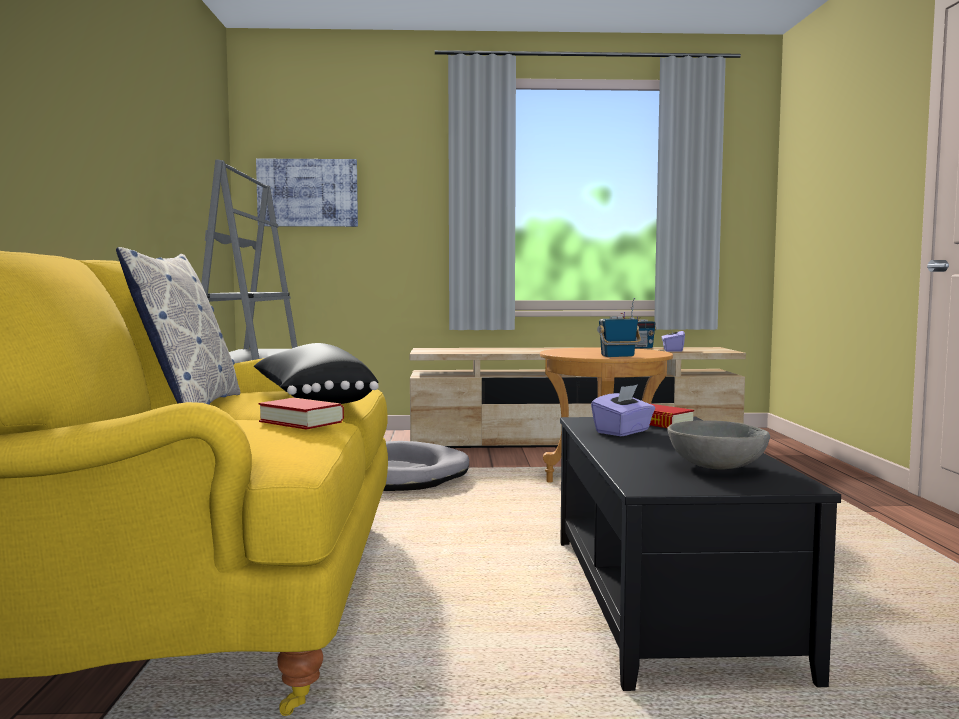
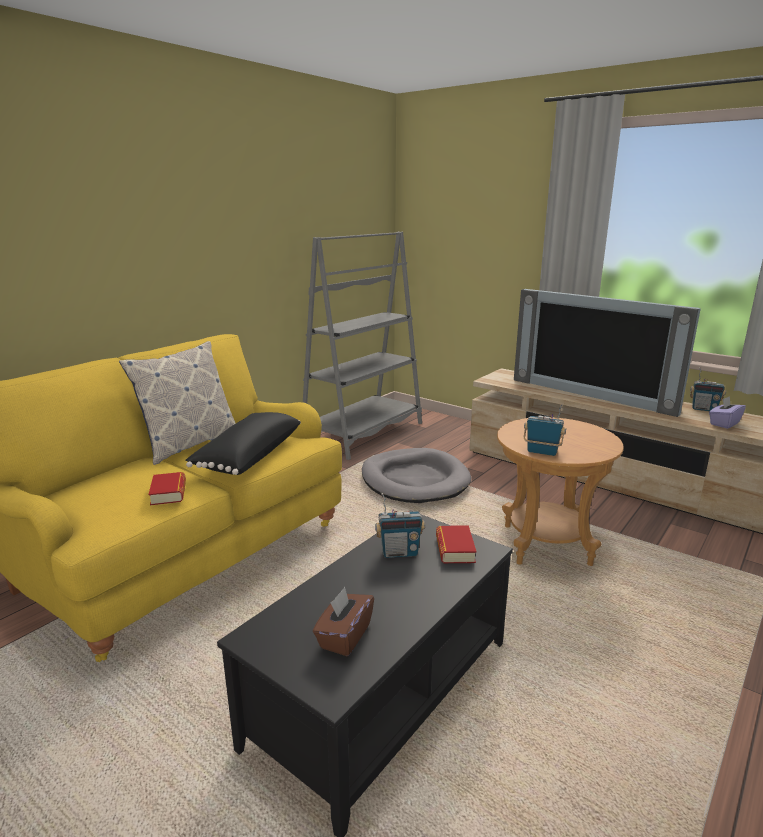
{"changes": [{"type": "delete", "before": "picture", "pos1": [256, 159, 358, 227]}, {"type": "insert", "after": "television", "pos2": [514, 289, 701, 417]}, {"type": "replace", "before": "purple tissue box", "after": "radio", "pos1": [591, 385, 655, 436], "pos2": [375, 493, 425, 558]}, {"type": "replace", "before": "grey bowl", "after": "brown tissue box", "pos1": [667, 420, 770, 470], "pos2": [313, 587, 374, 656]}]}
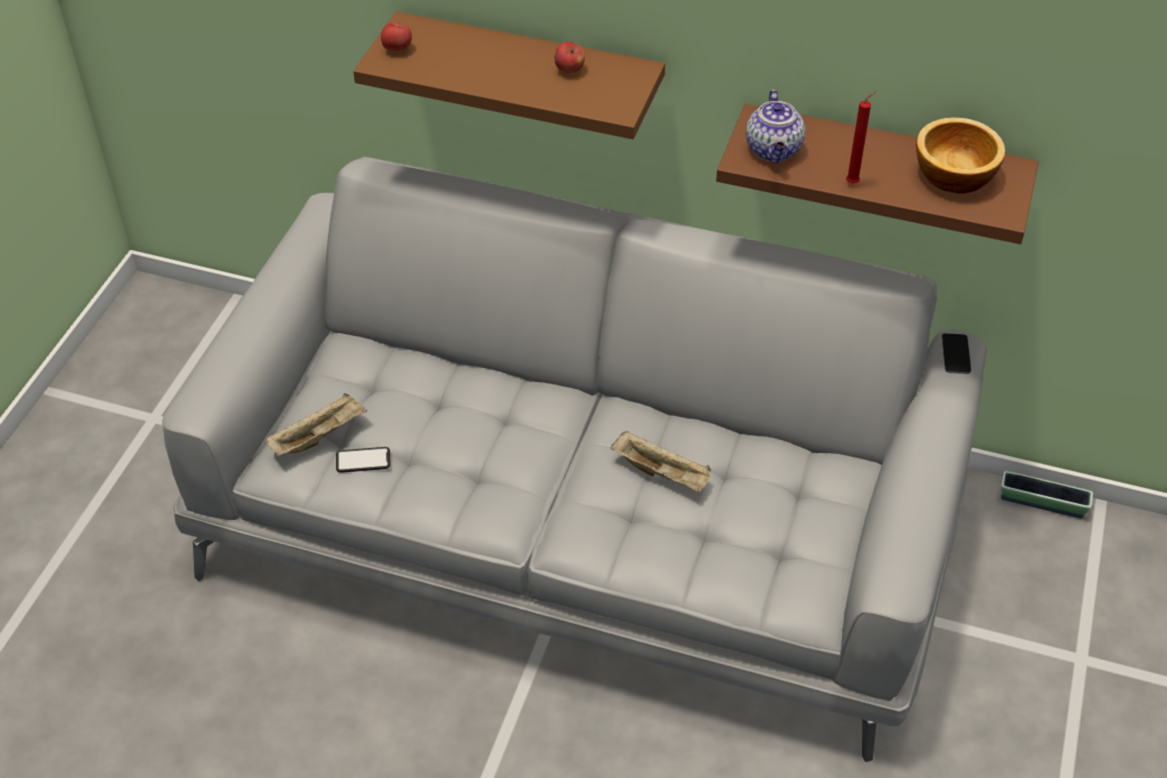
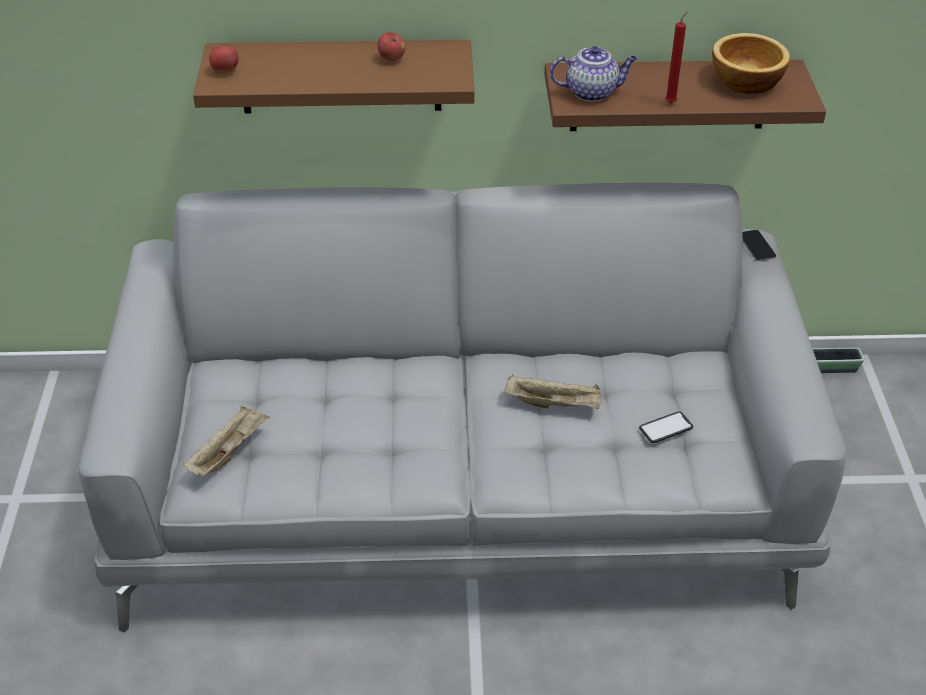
{"changes": [{"type": "move", "before": "phone", "pos1": [336, 447, 390, 473], "pos2": [639, 411, 693, 443]}, {"type": "rotate", "before": "teapot", "pos1": [746, 90, 805, 163], "pos2": [550, 46, 637, 102], "turn": -75}]}
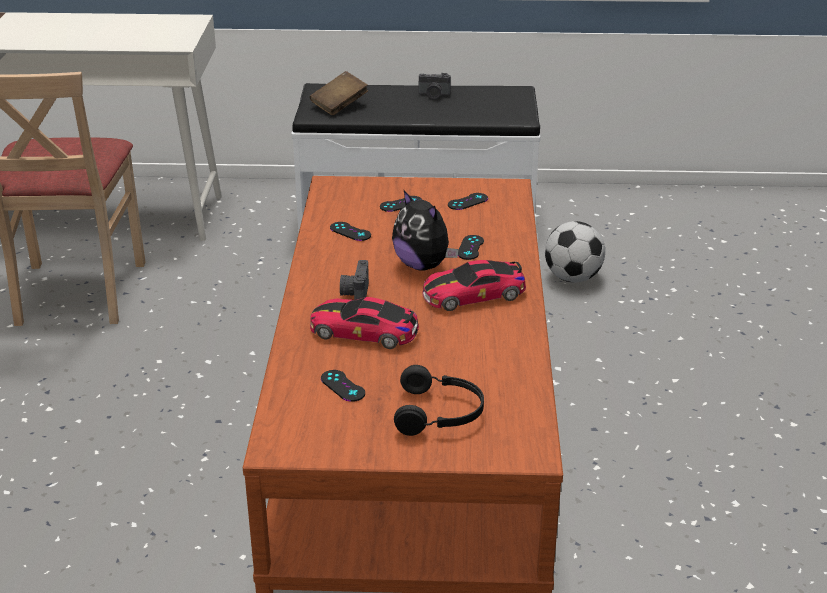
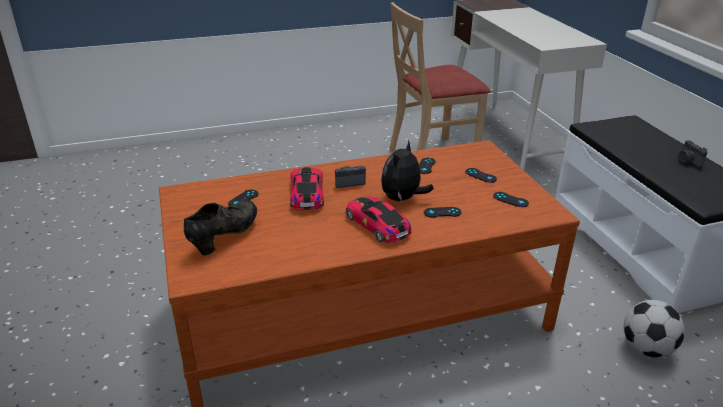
{"changes": [{"type": "delete", "before": "brown book", "pos1": [310, 71, 368, 115]}, {"type": "replace", "before": "black headphones", "after": "black shoe", "pos1": [394, 365, 484, 436], "pos2": [184, 200, 257, 256]}]}
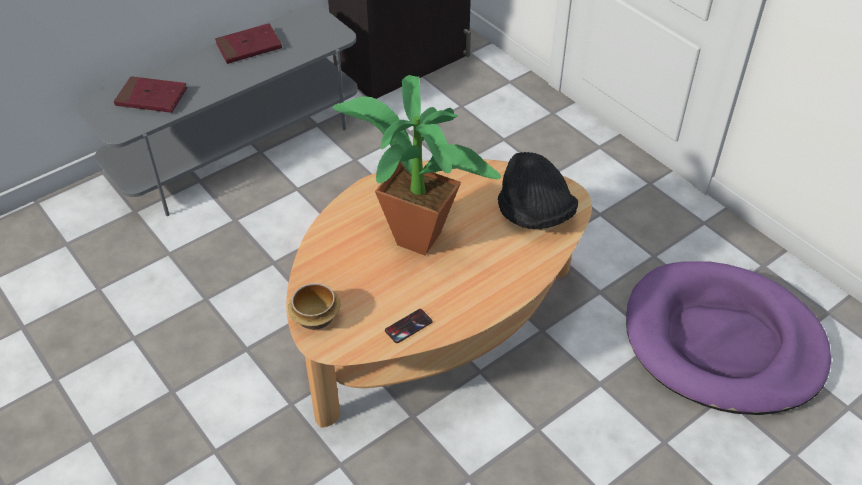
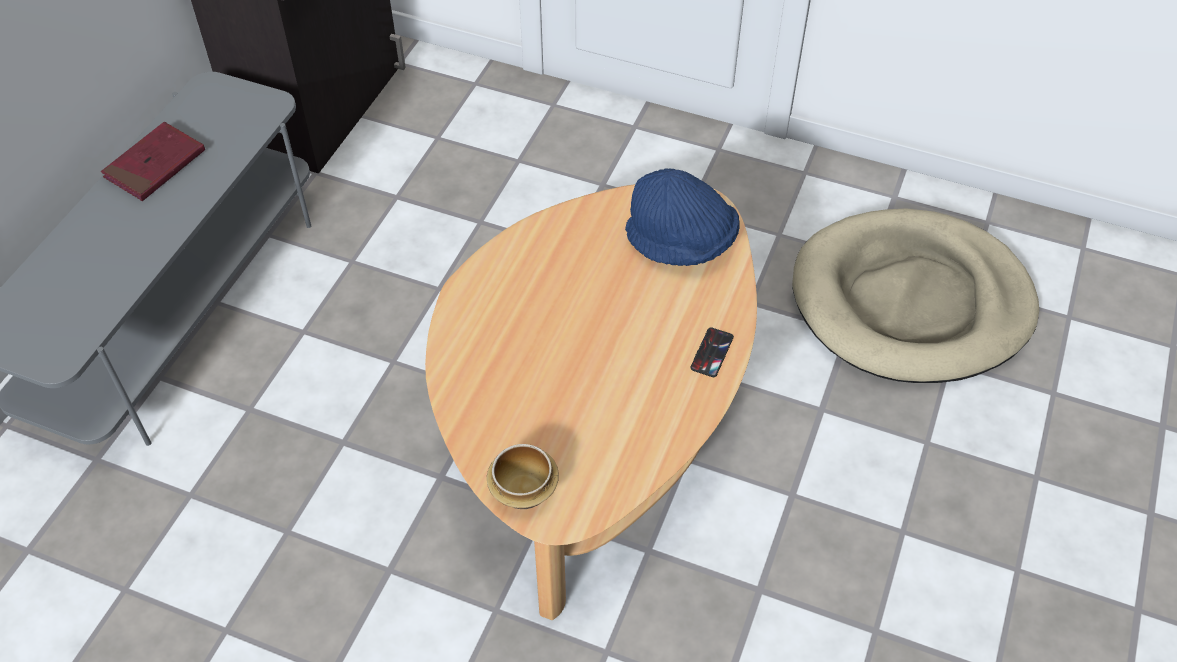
{"changes": [{"type": "delete", "before": "red book", "pos1": [114, 76, 188, 113]}, {"type": "delete", "before": "potted plant", "pos1": [333, 75, 501, 255]}, {"type": "move", "before": "phone", "pos1": [385, 309, 433, 343], "pos2": [690, 327, 734, 377]}, {"type": "recolor", "before": "black hat", "after": "blue hat", "pos1": [498, 152, 578, 229], "pos2": [625, 168, 740, 266]}, {"type": "recolor", "before": "purple dog bed", "after": "beige dog bed", "pos1": [626, 261, 831, 415], "pos2": [792, 208, 1039, 383]}]}
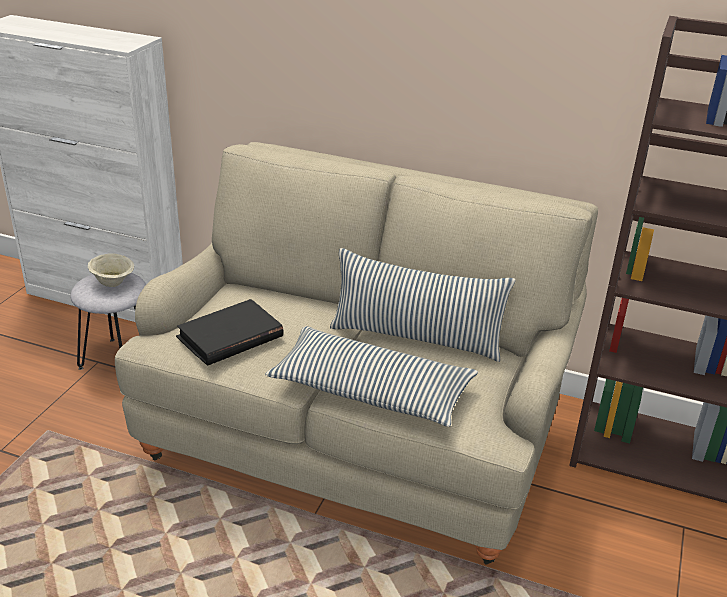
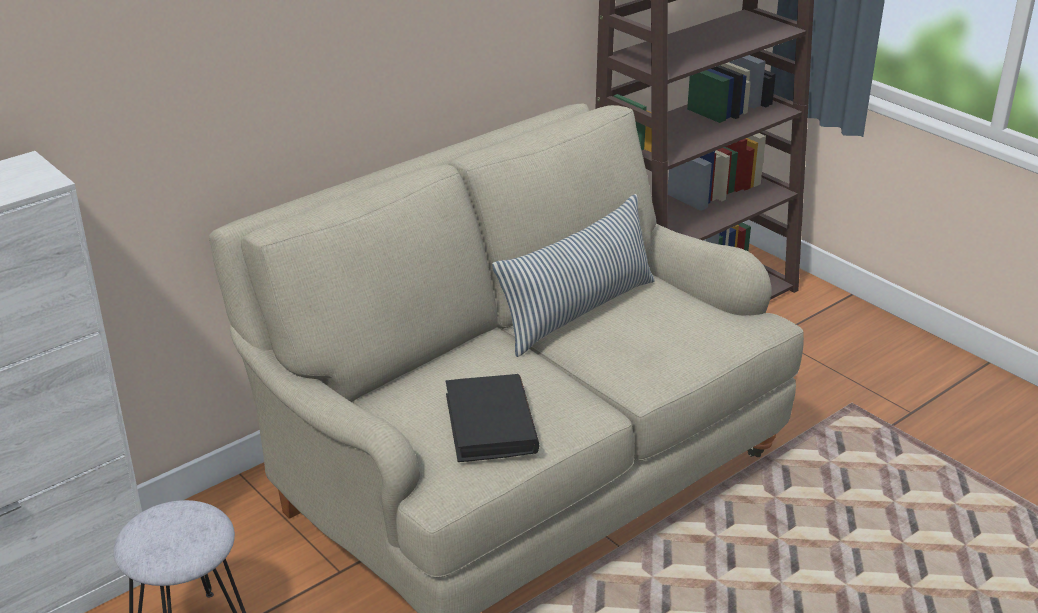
{"changes": [{"type": "delete", "before": "beige bowl", "pos1": [88, 254, 134, 287]}, {"type": "delete", "before": "pillow", "pos1": [265, 326, 478, 427]}]}
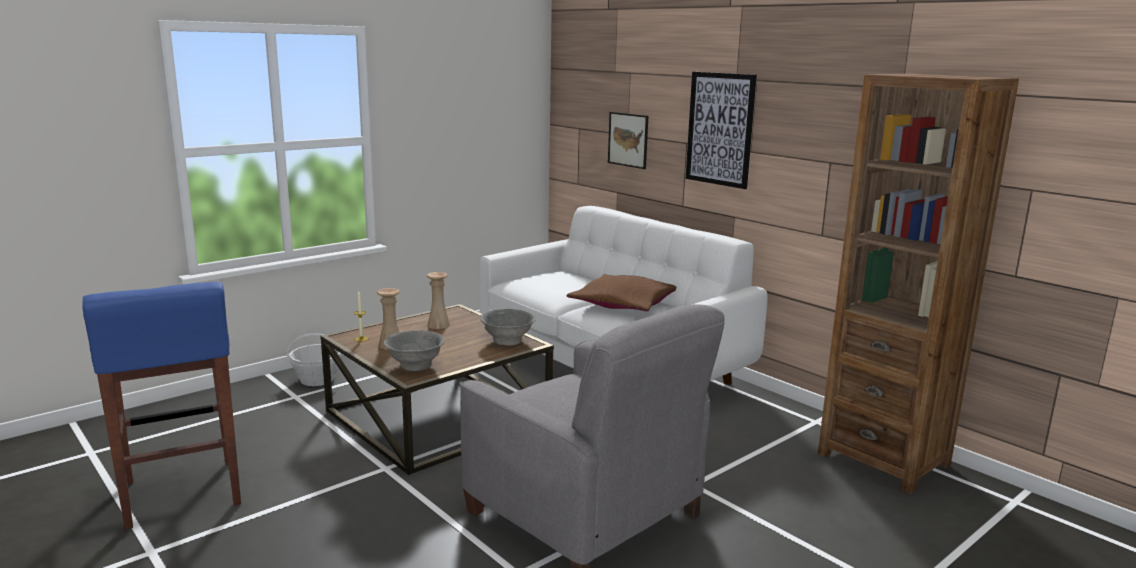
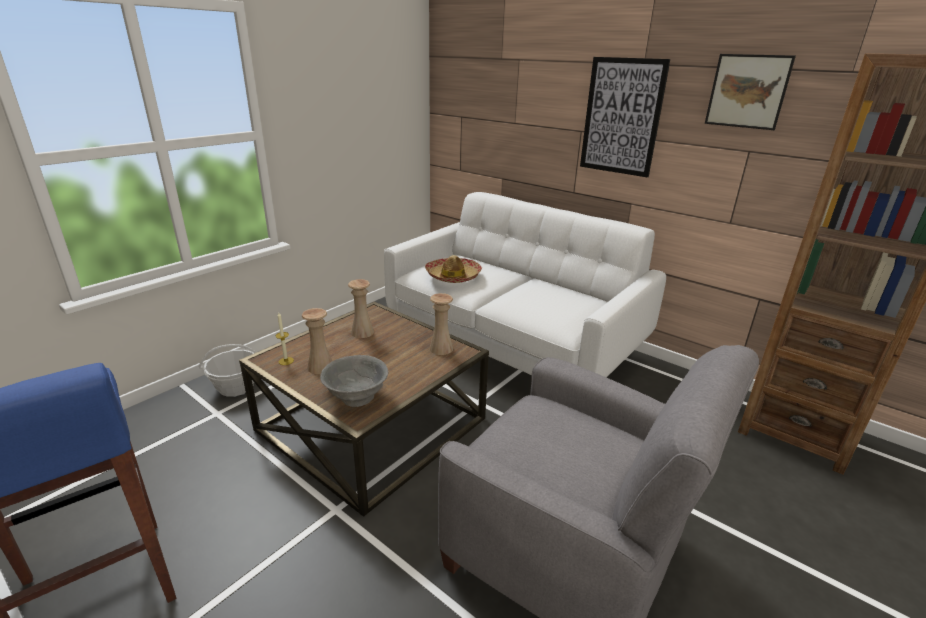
{"changes": [{"type": "delete", "before": "brown pillow", "pos1": [567, 274, 676, 311]}, {"type": "insert", "after": "hat", "pos2": [425, 255, 482, 283]}, {"type": "move", "before": "picture", "pos1": [608, 112, 648, 169], "pos2": [705, 54, 796, 130]}, {"type": "replace", "before": "grey bowl", "after": "beige vase", "pos1": [480, 308, 536, 346], "pos2": [429, 293, 453, 355]}]}
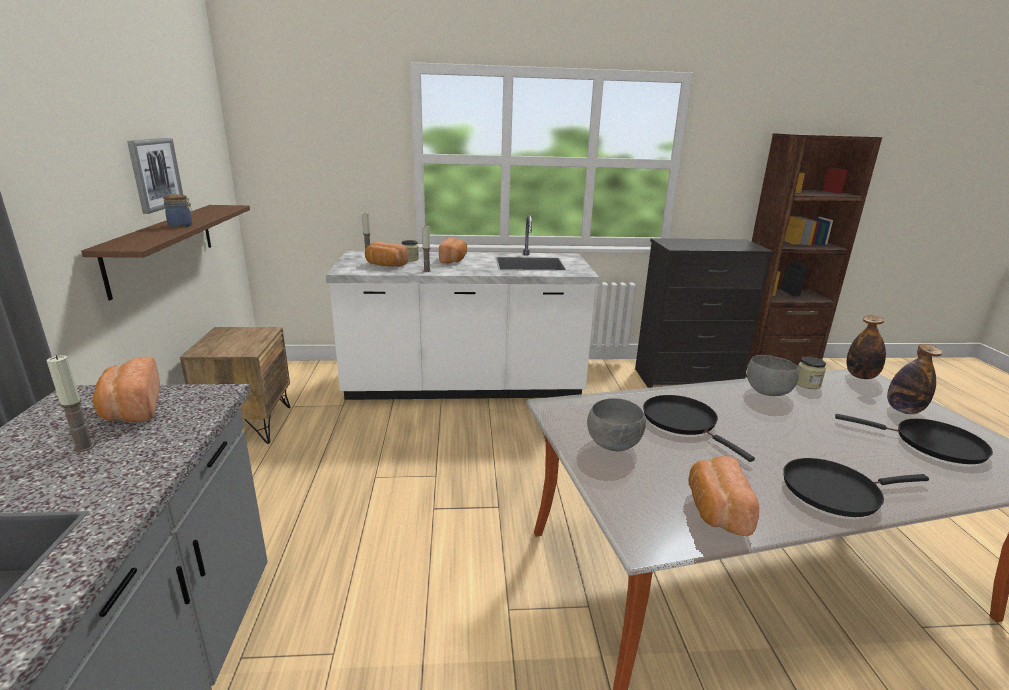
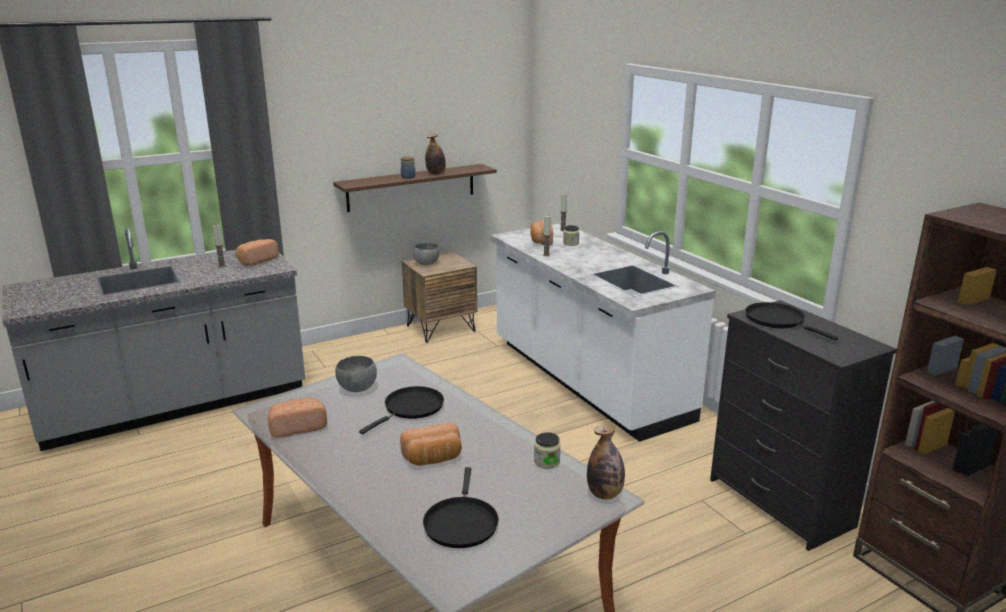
{"changes": [{"type": "delete", "before": "picture", "pos1": [127, 138, 183, 214]}, {"type": "move", "before": "bread", "pos1": [439, 237, 467, 263], "pos2": [400, 422, 462, 466]}, {"type": "move", "before": "grey bowl", "pos1": [747, 355, 799, 396], "pos2": [413, 243, 439, 265]}, {"type": "move", "before": "black frying pan", "pos1": [783, 458, 929, 517], "pos2": [745, 302, 839, 341]}, {"type": "move", "before": "bottle", "pos1": [887, 344, 943, 414], "pos2": [425, 134, 446, 175]}]}
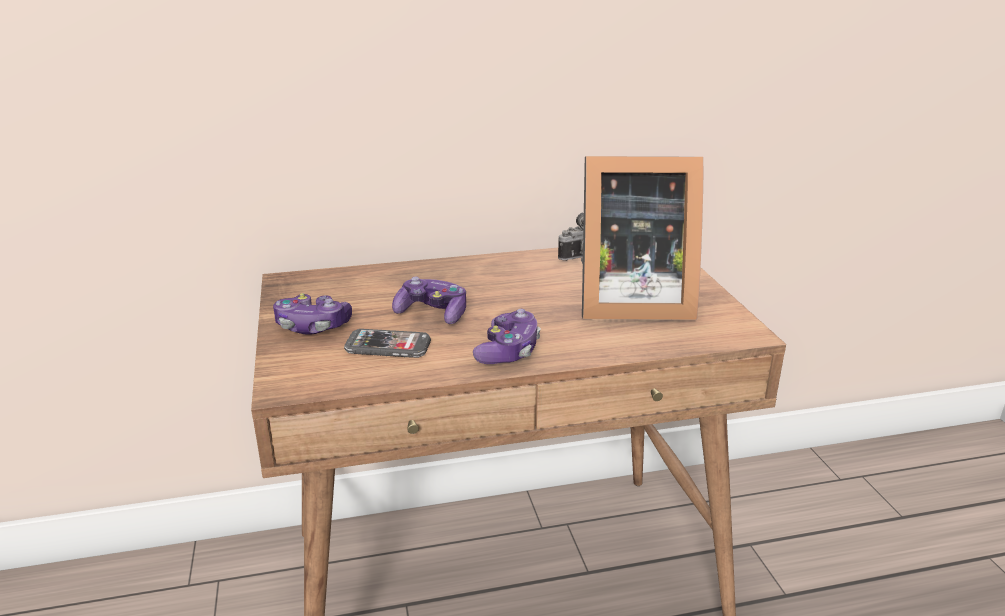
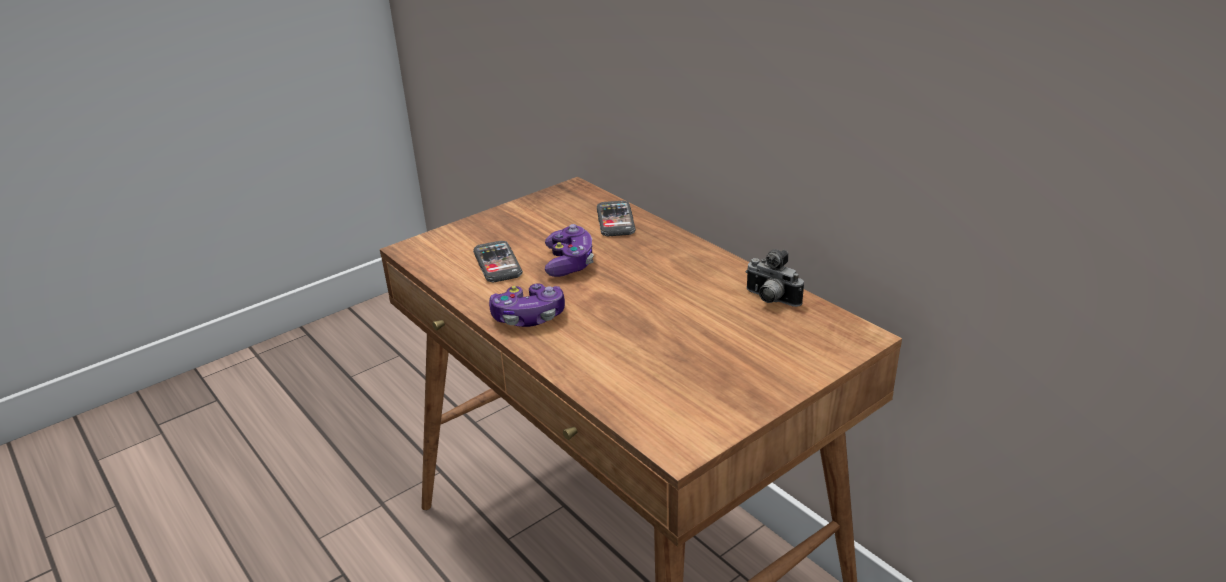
{"changes": [{"type": "delete", "before": "game controller", "pos1": [273, 293, 352, 335]}, {"type": "delete", "before": "picture frame", "pos1": [581, 156, 703, 320]}, {"type": "insert", "after": "phone", "pos2": [597, 201, 636, 236]}]}
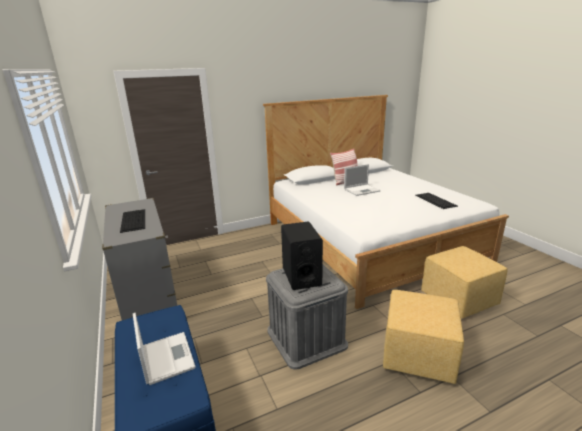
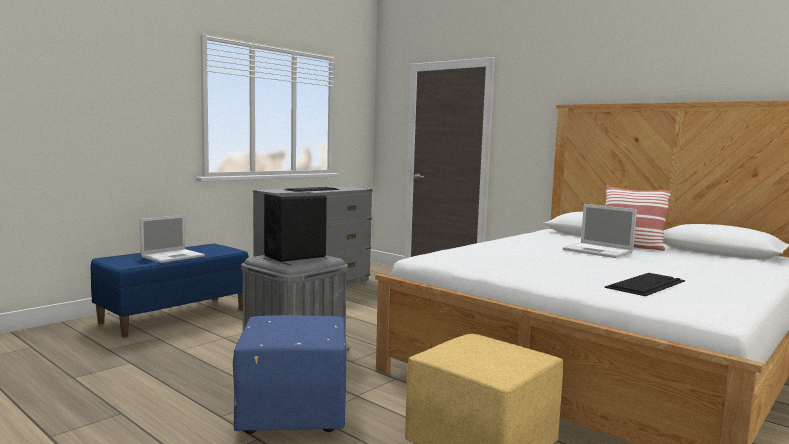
{"changes": [{"type": "recolor", "before": "yellow ottoman", "after": "blue ottoman", "pos1": [383, 290, 464, 384], "pos2": [233, 315, 346, 434]}]}
